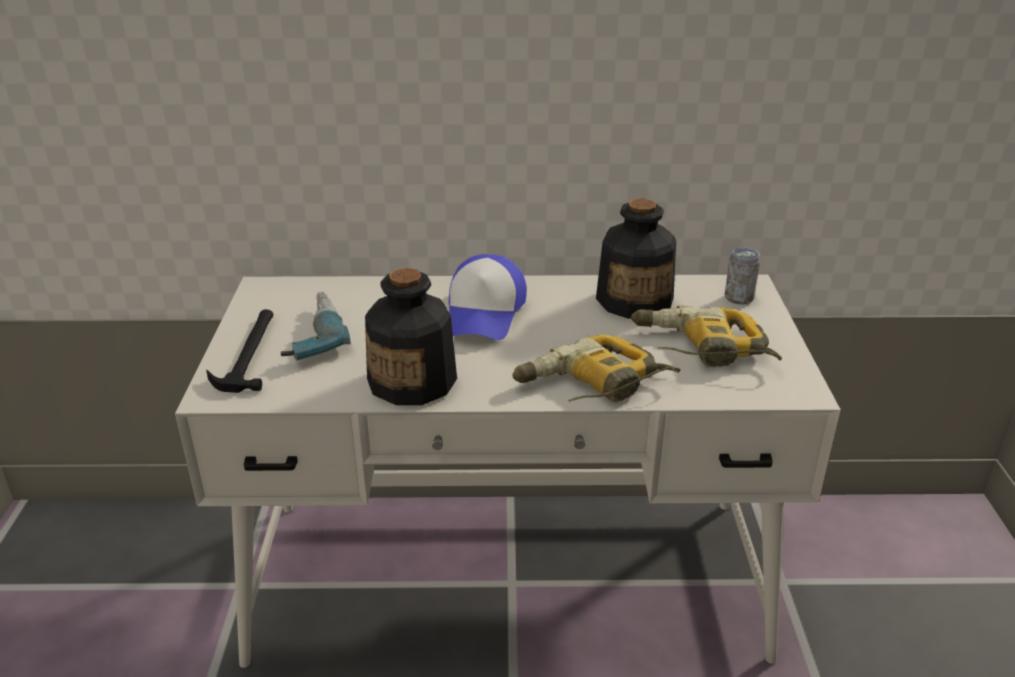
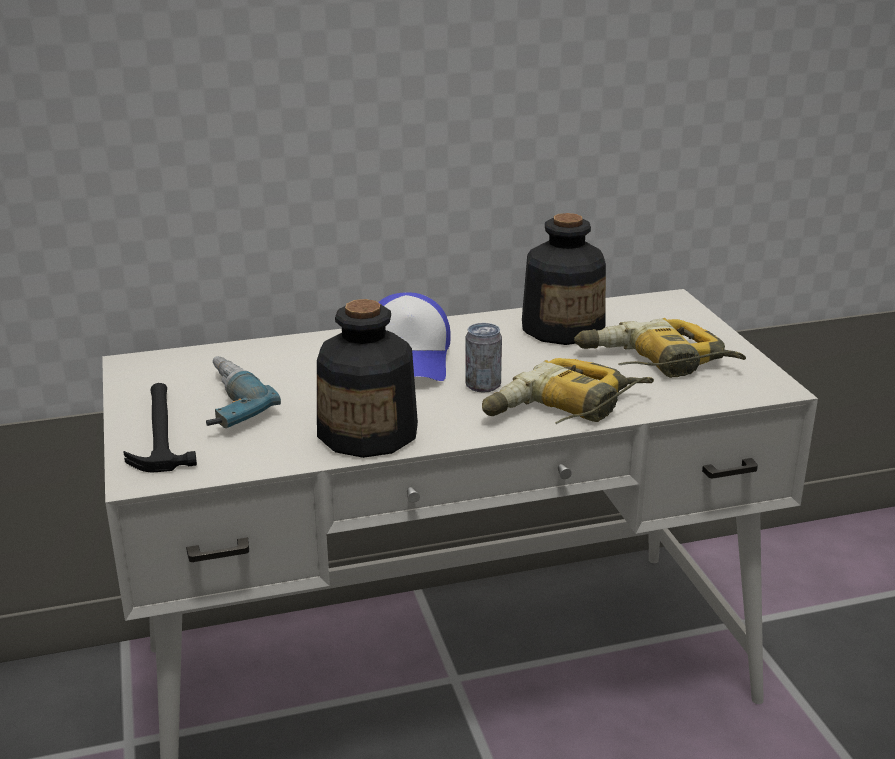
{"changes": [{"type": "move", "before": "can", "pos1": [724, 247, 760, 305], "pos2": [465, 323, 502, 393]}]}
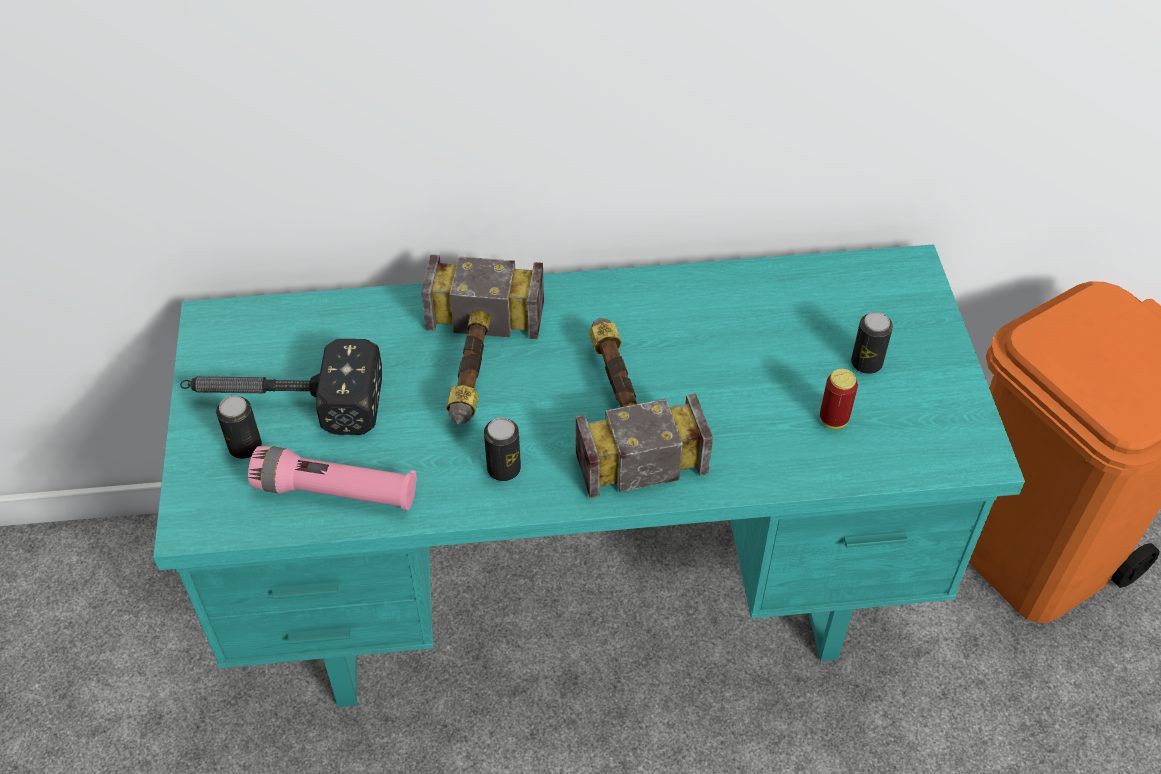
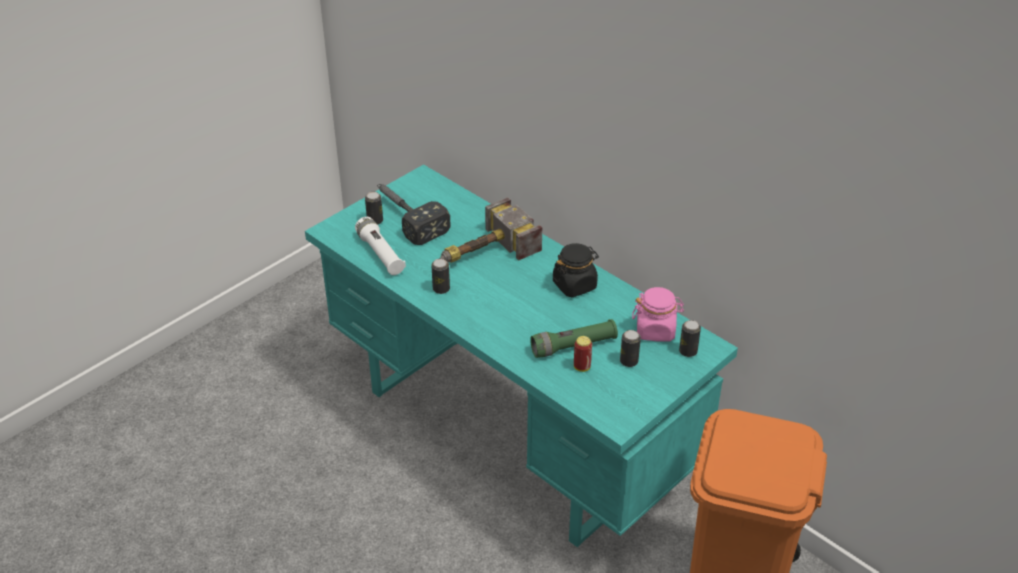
{"changes": [{"type": "delete", "before": "hammer", "pos1": [576, 318, 713, 498]}, {"type": "insert", "after": "green flashlight", "pos2": [530, 319, 618, 358]}, {"type": "insert", "after": "black jar", "pos2": [553, 243, 599, 297]}, {"type": "insert", "after": "pink jar", "pos2": [632, 287, 684, 342]}, {"type": "insert", "after": "can", "pos2": [679, 320, 701, 357]}, {"type": "recolor", "before": "pink flashlight", "after": "white flashlight", "pos1": [248, 446, 417, 510], "pos2": [355, 217, 406, 275]}]}
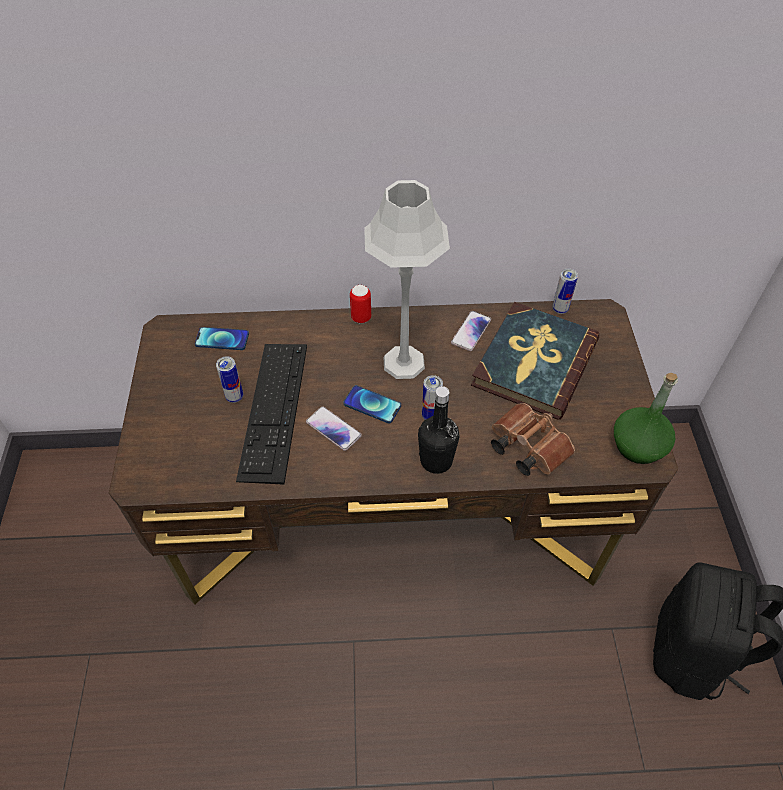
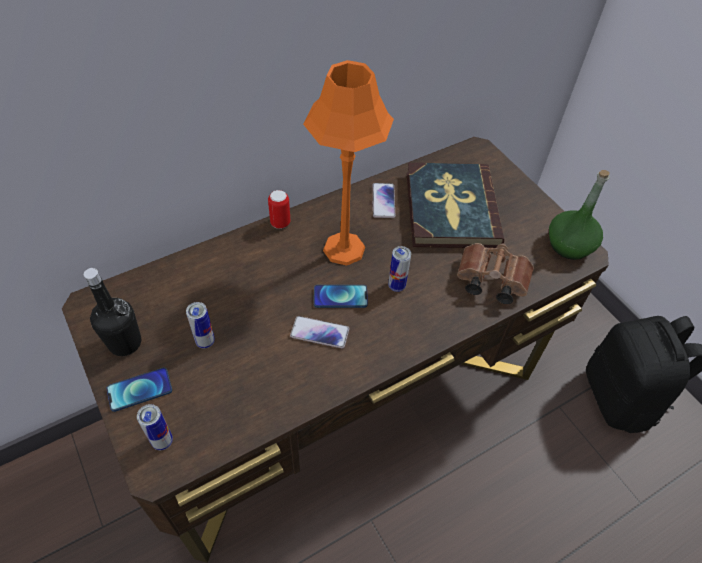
{"changes": [{"type": "delete", "before": "keyboard", "pos1": [236, 344, 307, 485]}, {"type": "move", "before": "phone", "pos1": [195, 327, 249, 350], "pos2": [106, 368, 172, 412]}, {"type": "move", "before": "black bottle", "pos1": [418, 386, 459, 474], "pos2": [84, 268, 141, 356]}, {"type": "move", "before": "can", "pos1": [553, 269, 578, 314], "pos2": [137, 404, 173, 450]}, {"type": "recolor", "before": "grey table lamp", "after": "orange table lamp", "pos1": [364, 180, 450, 379], "pos2": [303, 60, 394, 266]}]}
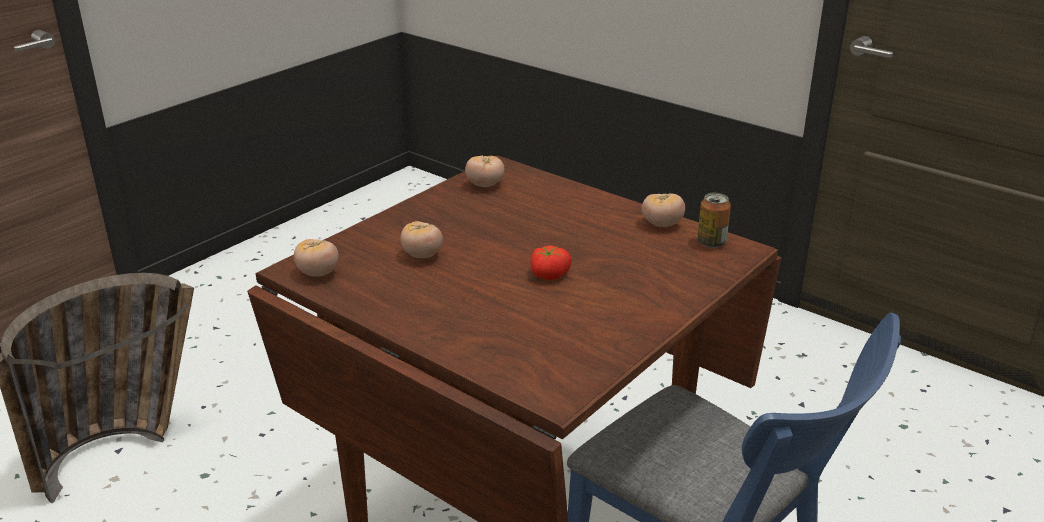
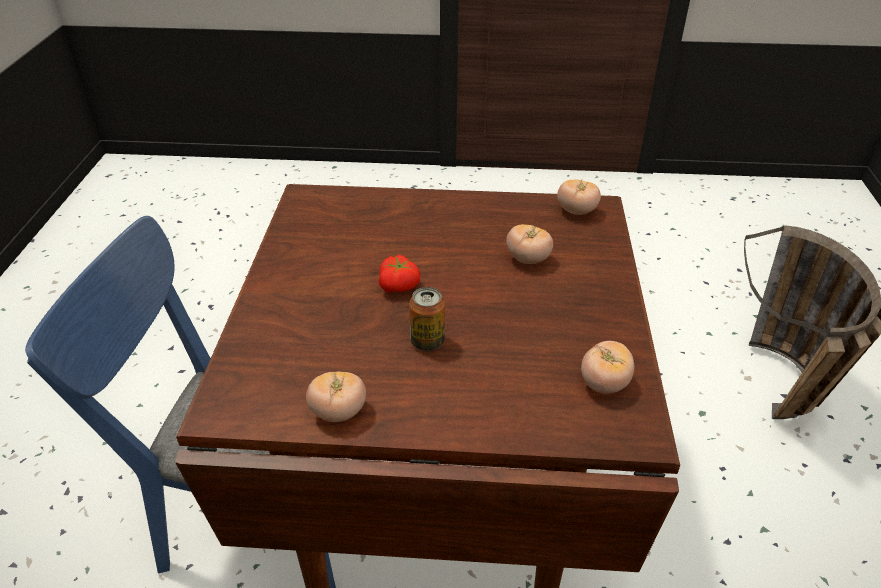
{"changes": [{"type": "move", "before": "can", "pos1": [697, 193, 731, 248], "pos2": [409, 287, 445, 351]}]}
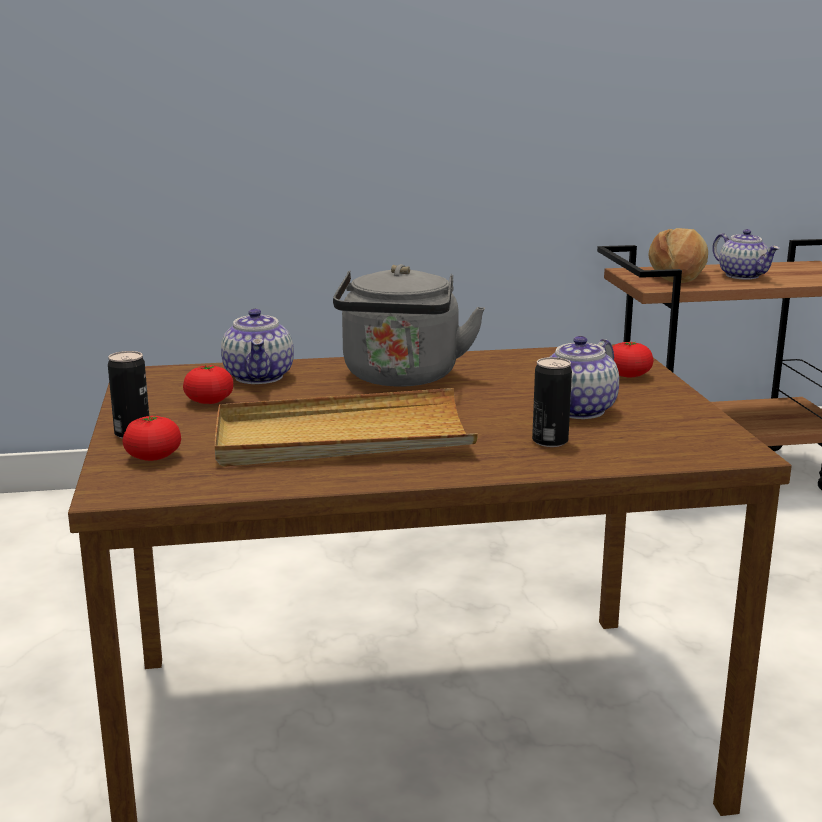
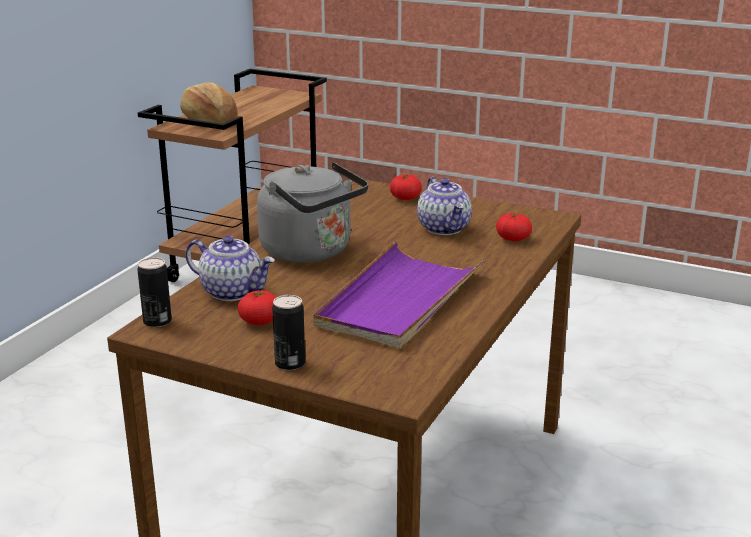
{"changes": [{"type": "delete", "before": "teapot", "pos1": [712, 229, 780, 280]}, {"type": "move", "before": "tomato", "pos1": [123, 415, 181, 461], "pos2": [496, 213, 532, 241]}, {"type": "move", "before": "can", "pos1": [532, 357, 572, 447], "pos2": [137, 257, 172, 327]}, {"type": "recolor", "before": "beige tray", "after": "purple tray", "pos1": [215, 388, 478, 467], "pos2": [313, 241, 485, 348]}]}
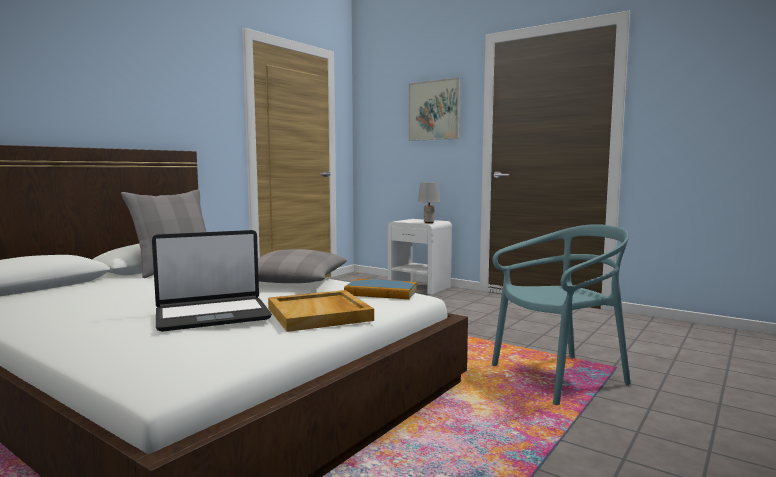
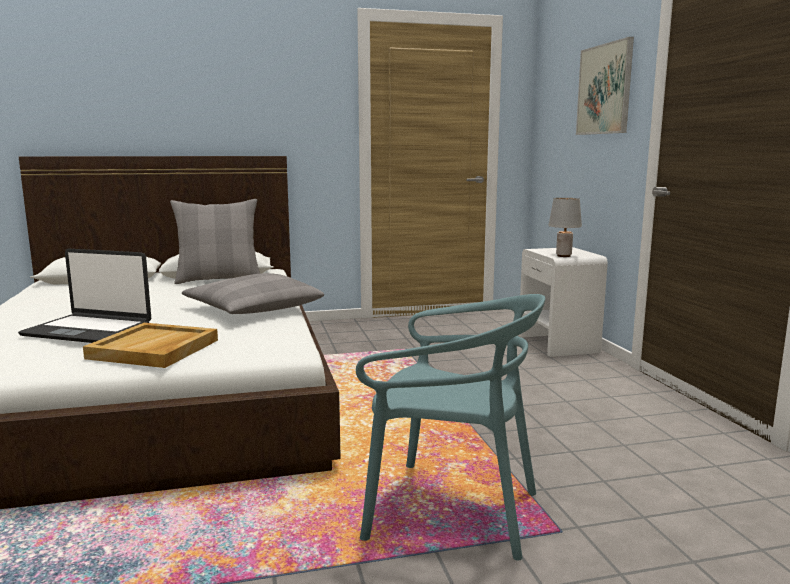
{"changes": [{"type": "delete", "before": "book", "pos1": [344, 279, 417, 299]}]}
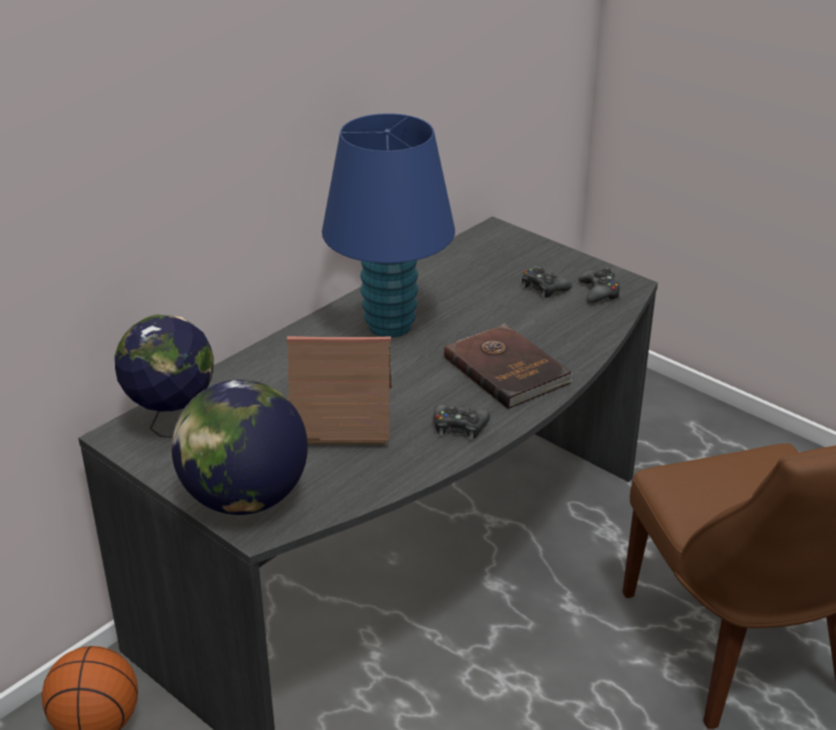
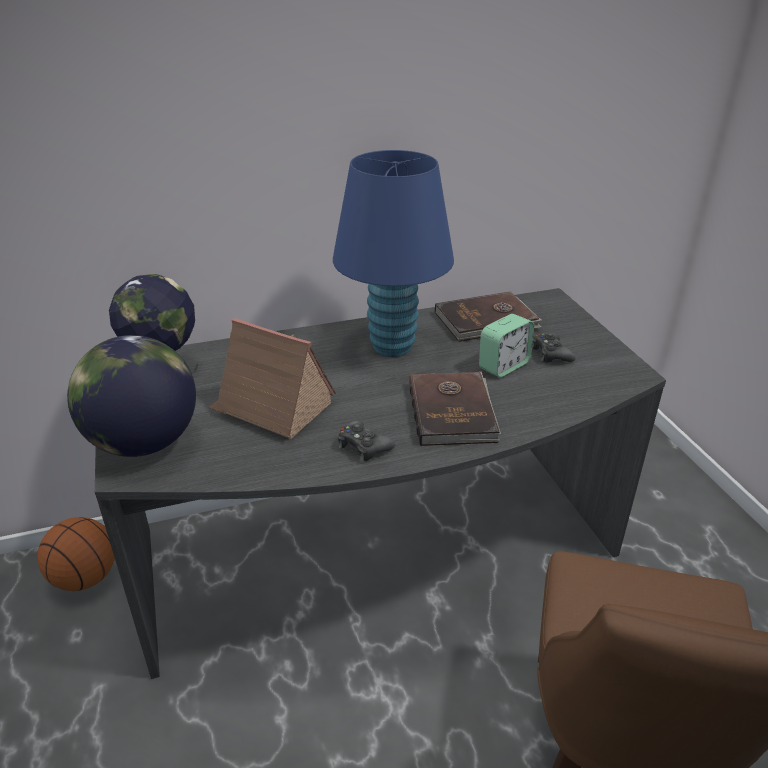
{"changes": [{"type": "delete", "before": "black game controller", "pos1": [579, 267, 620, 303]}, {"type": "insert", "after": "brown book", "pos2": [435, 292, 542, 342]}, {"type": "insert", "after": "alarm clock", "pos2": [479, 314, 534, 378]}]}
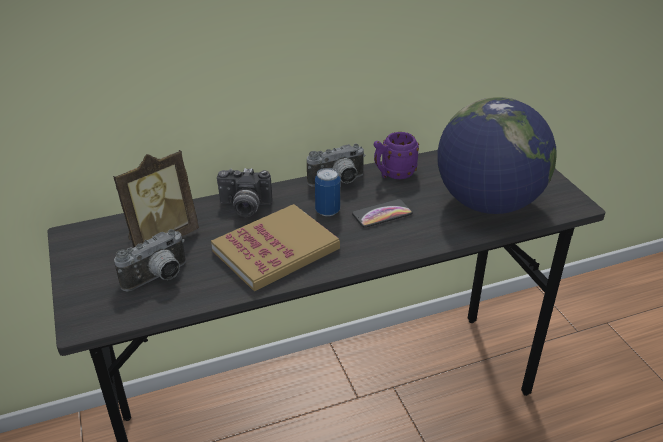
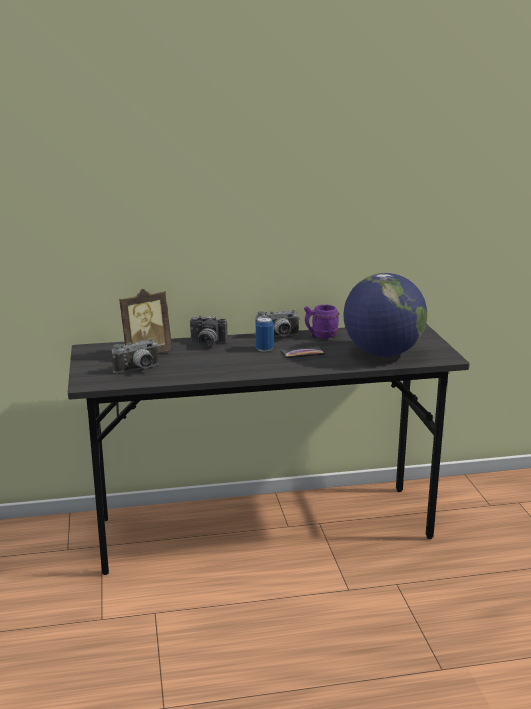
{"changes": [{"type": "delete", "before": "book", "pos1": [211, 204, 340, 291]}]}
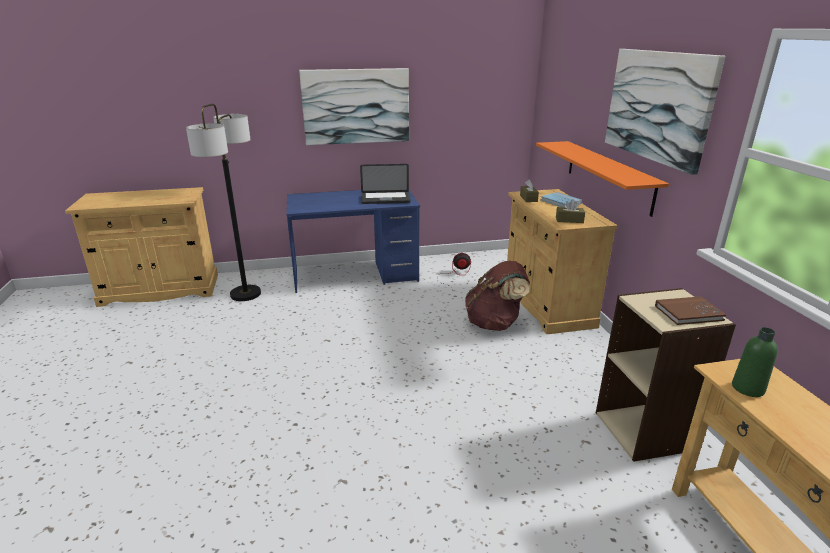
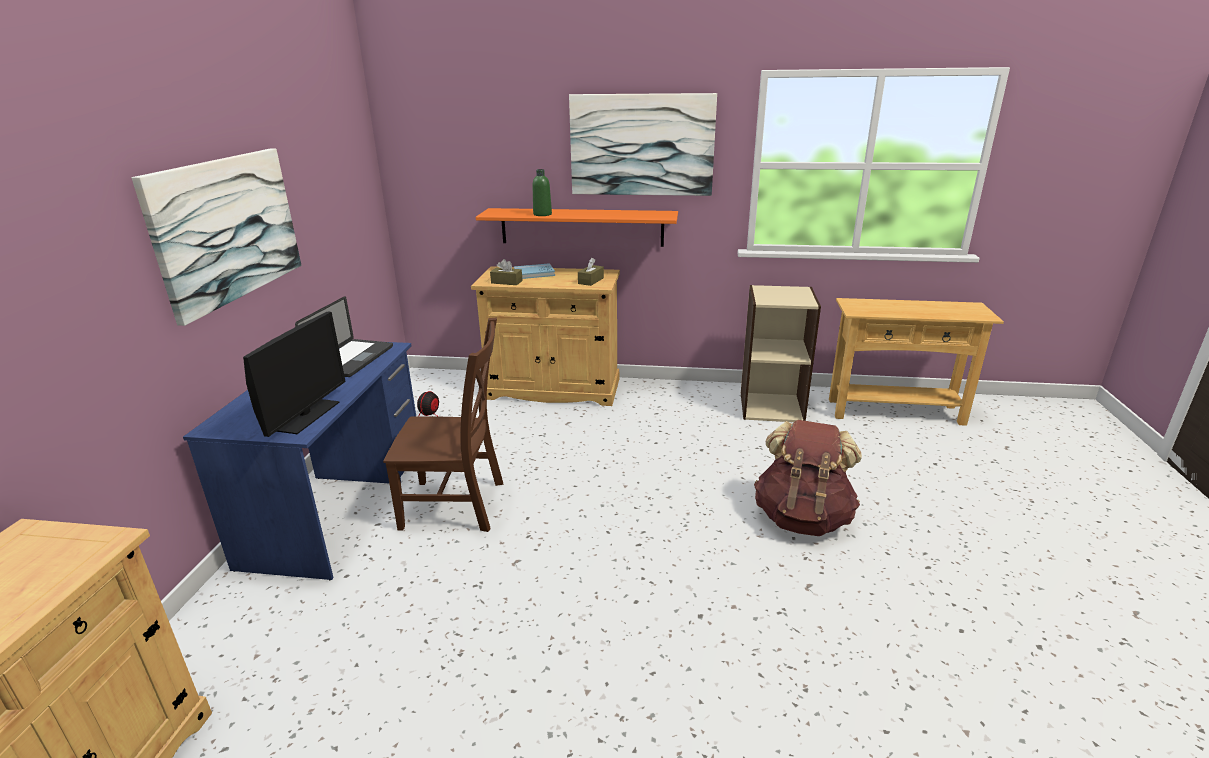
{"changes": [{"type": "delete", "before": "floor lamp", "pos1": [186, 104, 261, 301]}, {"type": "delete", "before": "brown book", "pos1": [655, 296, 726, 325]}, {"type": "insert", "after": "monitor", "pos2": [243, 312, 346, 437]}, {"type": "insert", "after": "brown chair", "pos2": [383, 318, 503, 532]}, {"type": "move", "before": "brown backpack", "pos1": [465, 261, 530, 331], "pos2": [754, 420, 862, 536]}, {"type": "move", "before": "green bottle", "pos1": [732, 327, 778, 397], "pos2": [532, 169, 552, 216]}]}
